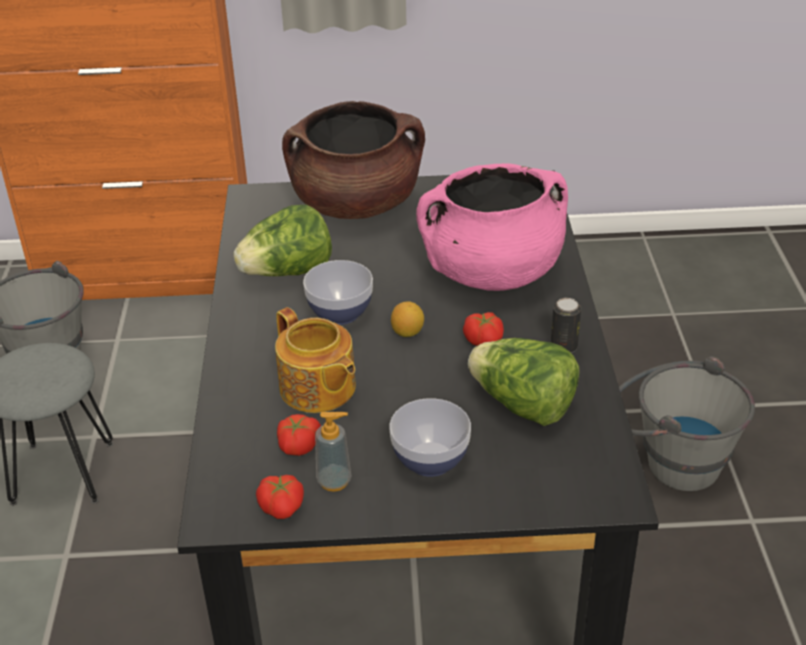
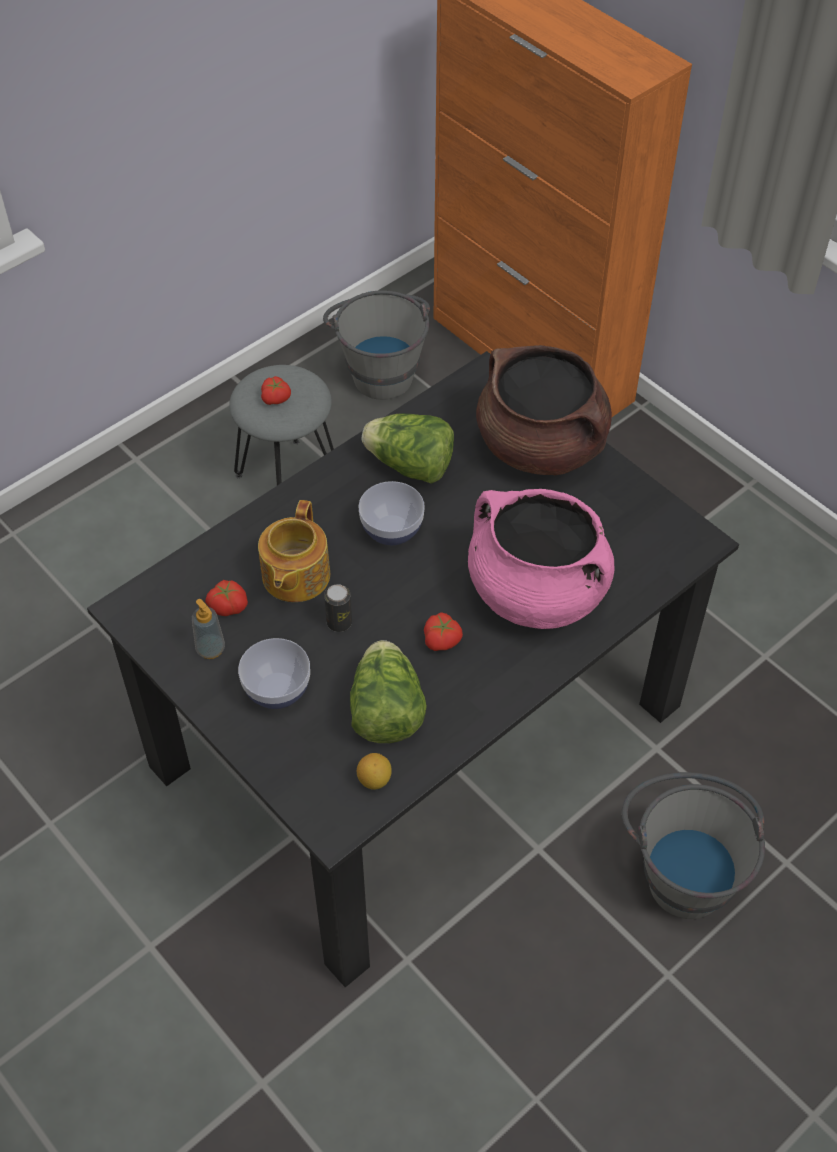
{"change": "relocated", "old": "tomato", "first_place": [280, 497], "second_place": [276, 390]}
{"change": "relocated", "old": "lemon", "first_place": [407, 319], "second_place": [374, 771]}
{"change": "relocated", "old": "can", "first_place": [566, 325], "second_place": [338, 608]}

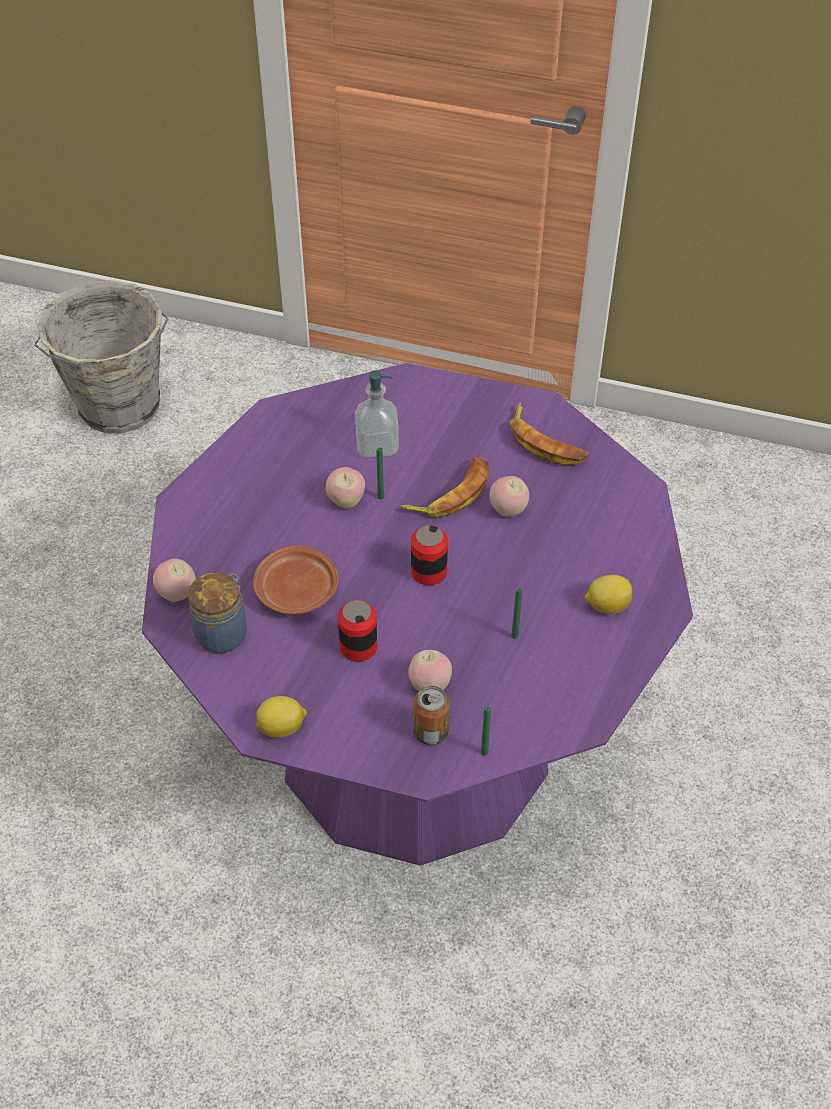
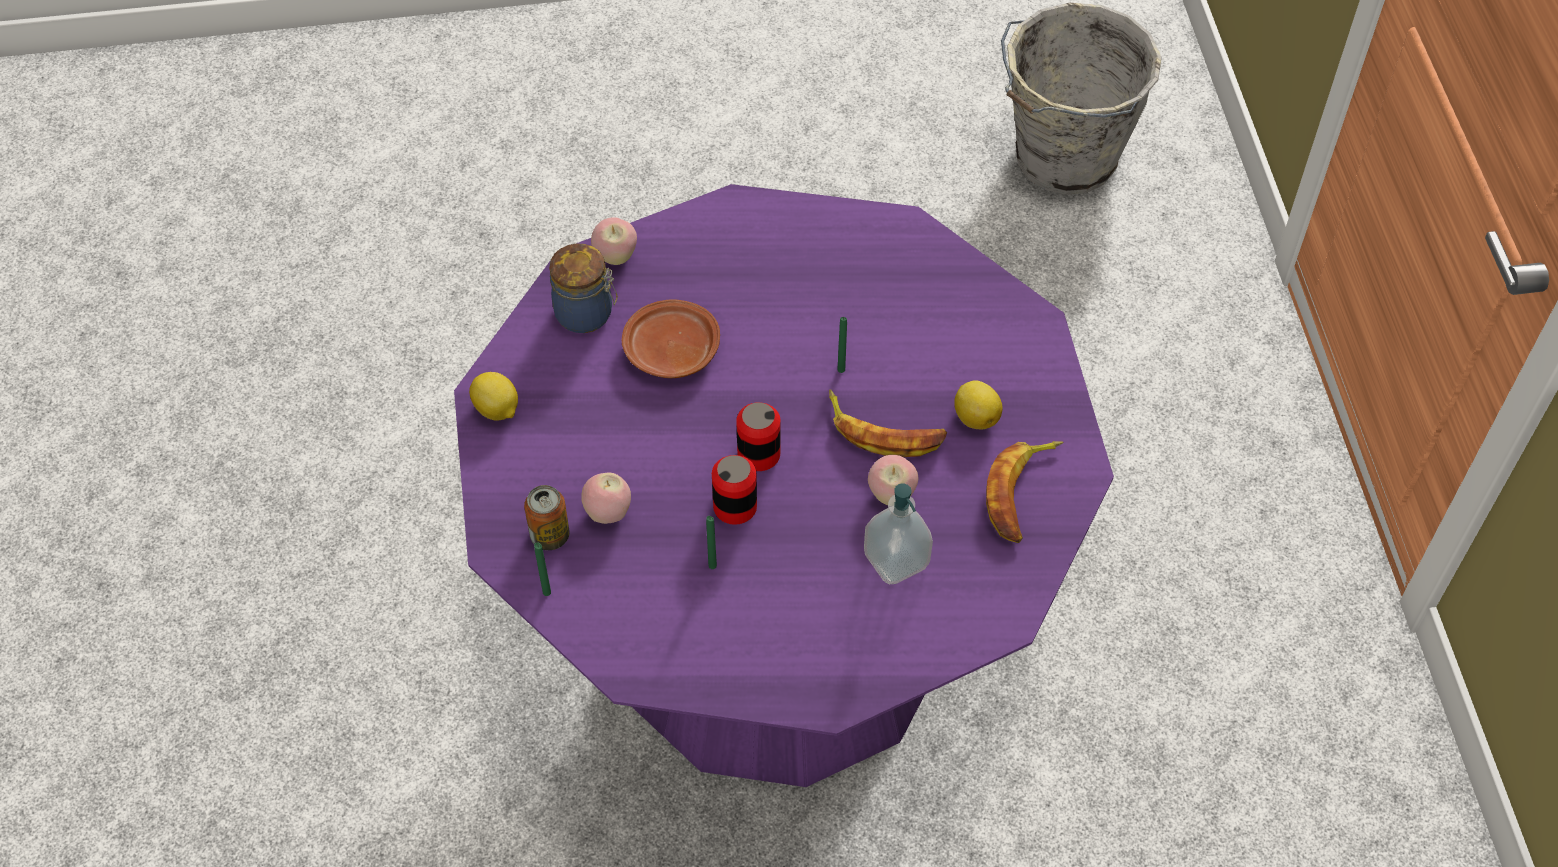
{"change": "missing", "old": "apple", "first_place": [345, 487]}
{"change": "relocated", "old": "can", "first_place": [357, 631], "second_place": [734, 490]}
{"change": "relocated", "old": "soap dispenser", "first_place": [377, 413], "second_place": [898, 533]}
{"change": "relocated", "old": "lemon", "first_place": [608, 594], "second_place": [978, 404]}

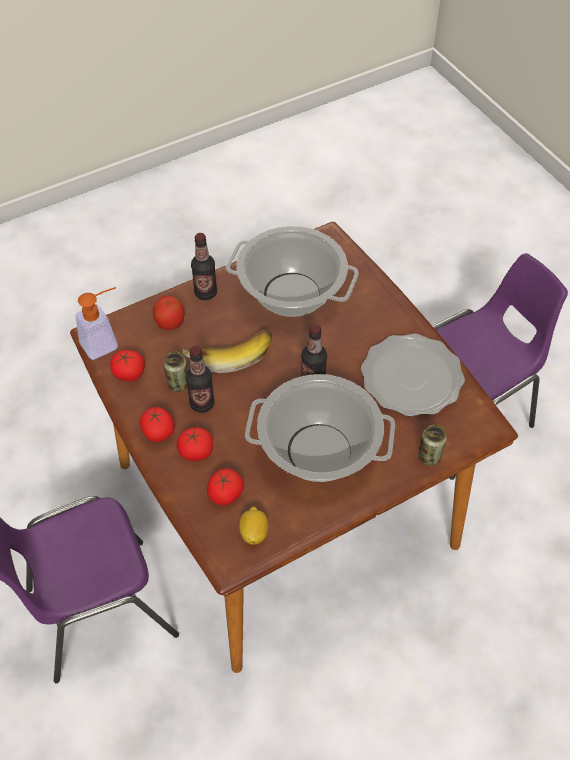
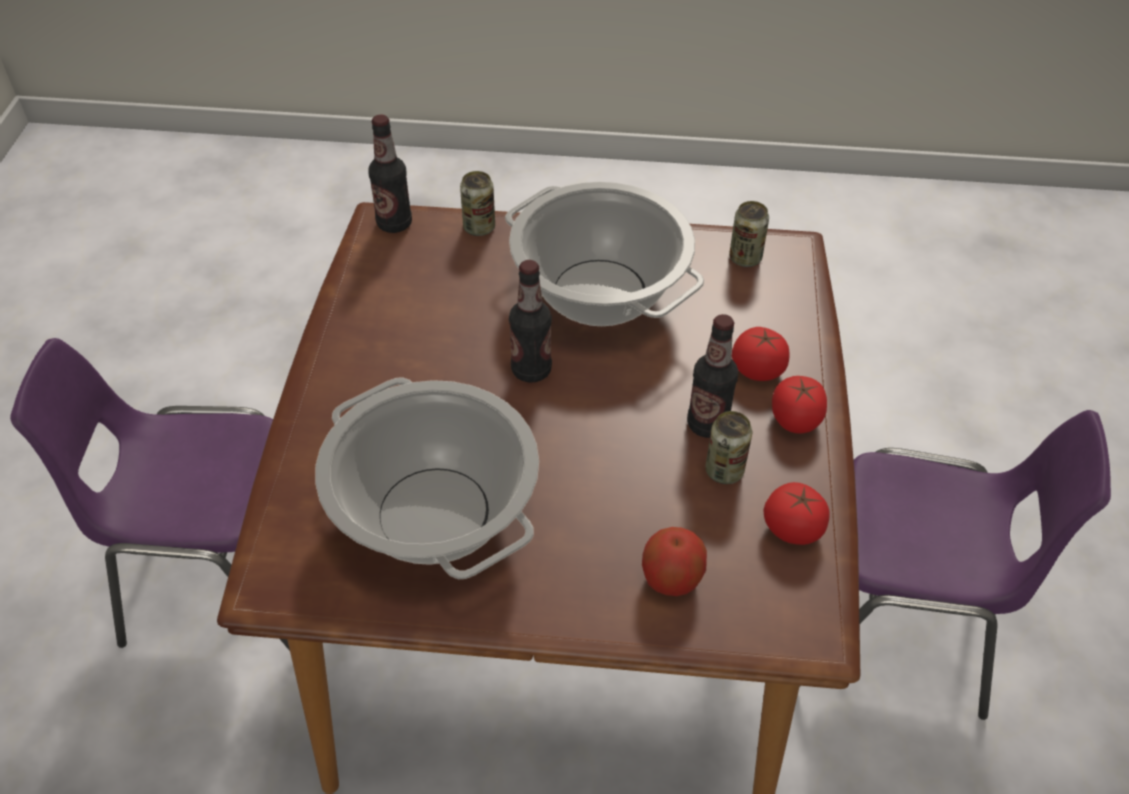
{"change": "missing", "old": "soap dispenser", "first_place": [97, 323]}
{"change": "missing", "old": "banana", "first_place": [227, 351]}
{"change": "missing", "old": "tomato", "first_place": [225, 487]}
{"change": "missing", "old": "plate", "first_place": [413, 375]}
{"change": "relocated", "old": "bottle", "first_place": [204, 266], "second_place": [390, 174]}
{"change": "exchanged", "old": "lemon", "new": "can", "first_place": [253, 526], "second_place": [749, 234]}

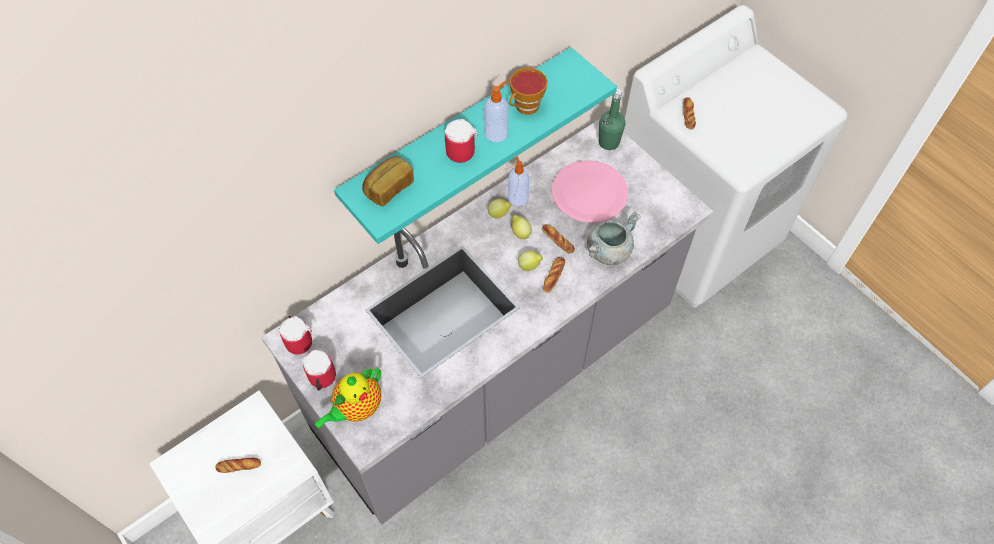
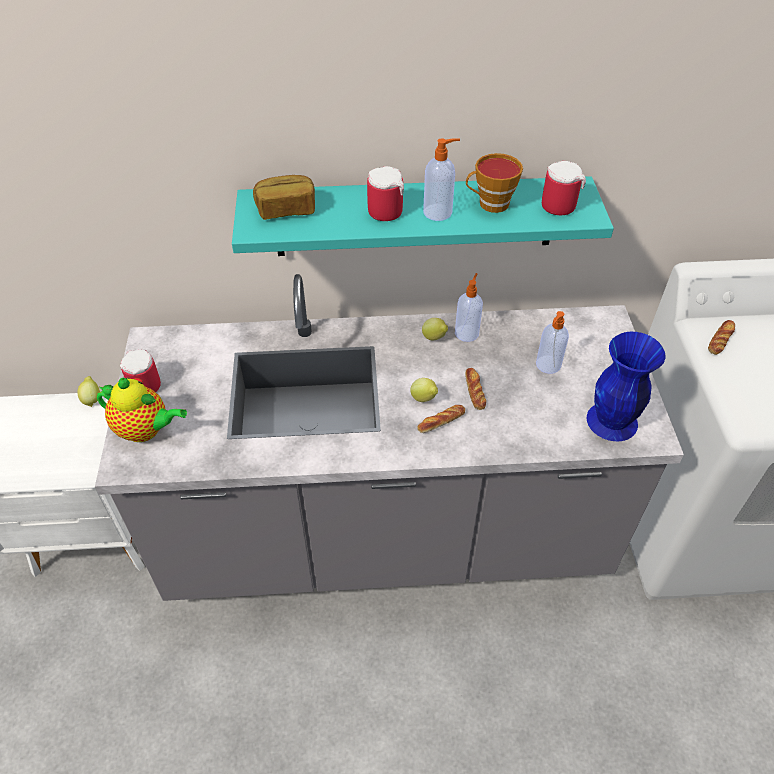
{"change": "missing", "old": "bread", "first_place": [238, 465]}
{"change": "missing", "old": "grey cooking pot", "first_place": [614, 238]}
{"change": "missing", "old": "green bottle", "first_place": [612, 119]}
{"change": "appeared", "new": "blue vase", "second_place": [626, 386]}
{"change": "relocated", "old": "mug", "first_place": [295, 335], "second_place": [564, 188]}
{"change": "relocated", "old": "lemon", "first_place": [522, 226], "second_place": [89, 391]}
{"change": "exchanged", "old": "pink plate", "new": "soap dispenser", "first_place": [590, 191], "second_place": [552, 342]}
{"change": "spun", "old": "teapot", "first_place": [348, 398], "second_place": [142, 409], "degrees": -150}

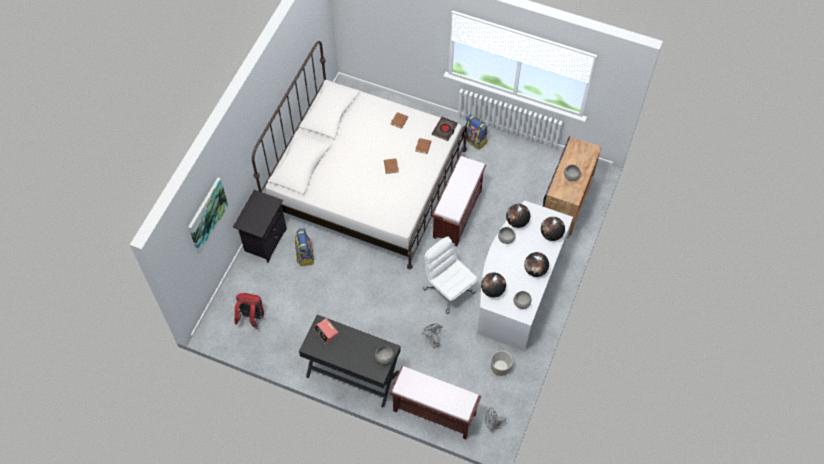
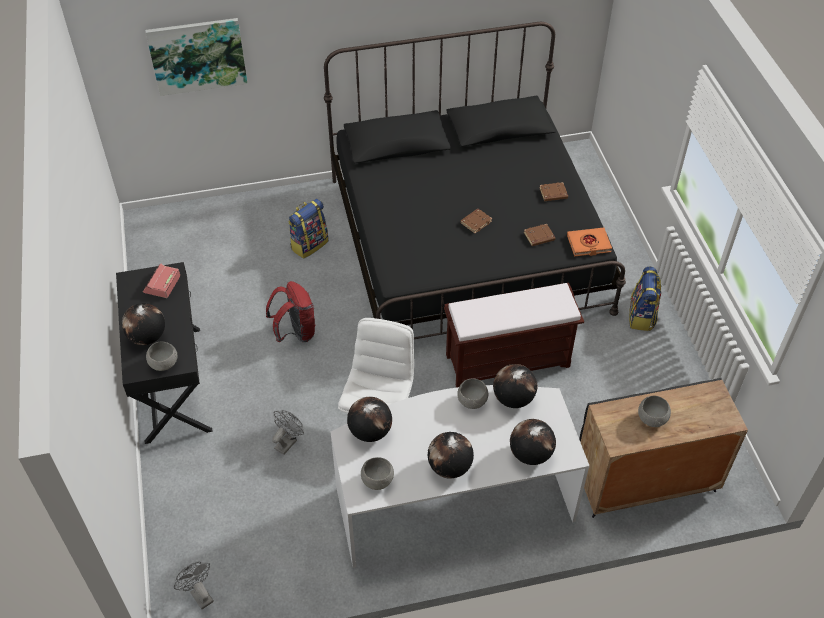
{"change": "missing", "old": "black nightstand", "first_place": [260, 226]}
{"change": "missing", "old": "brown bench", "first_place": [435, 402]}
{"change": "missing", "old": "planter", "first_place": [502, 363]}
{"change": "appeared", "new": "globe", "second_place": [143, 324]}
{"change": "relocated", "old": "red backpack", "first_place": [249, 311], "second_place": [291, 311]}
{"change": "colour", "old": "white bed", "new": "black bed", "first_place": [360, 155], "second_place": [475, 180]}
{"change": "colour", "old": "black book", "new": "orange book", "first_place": [445, 129], "second_place": [589, 242]}

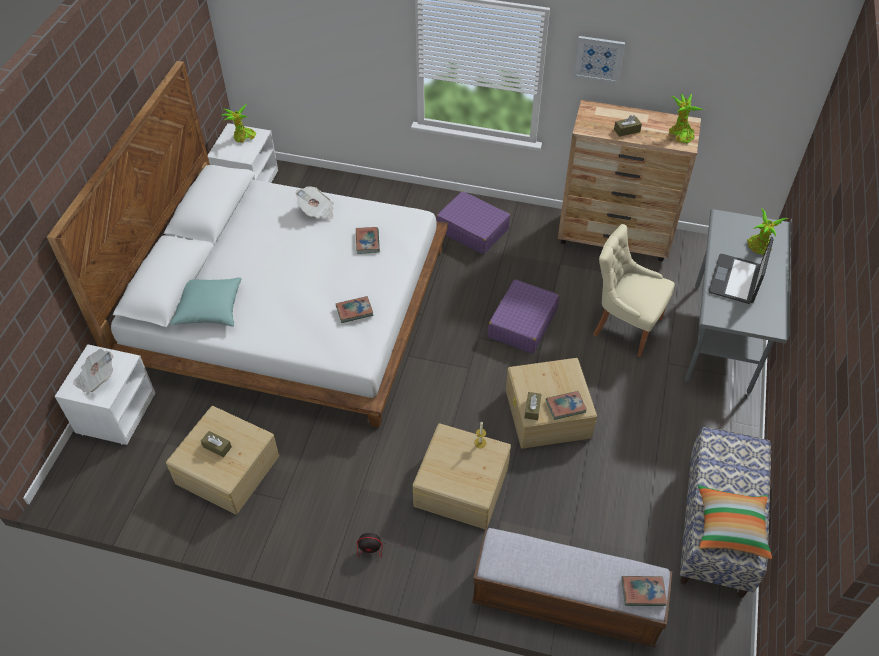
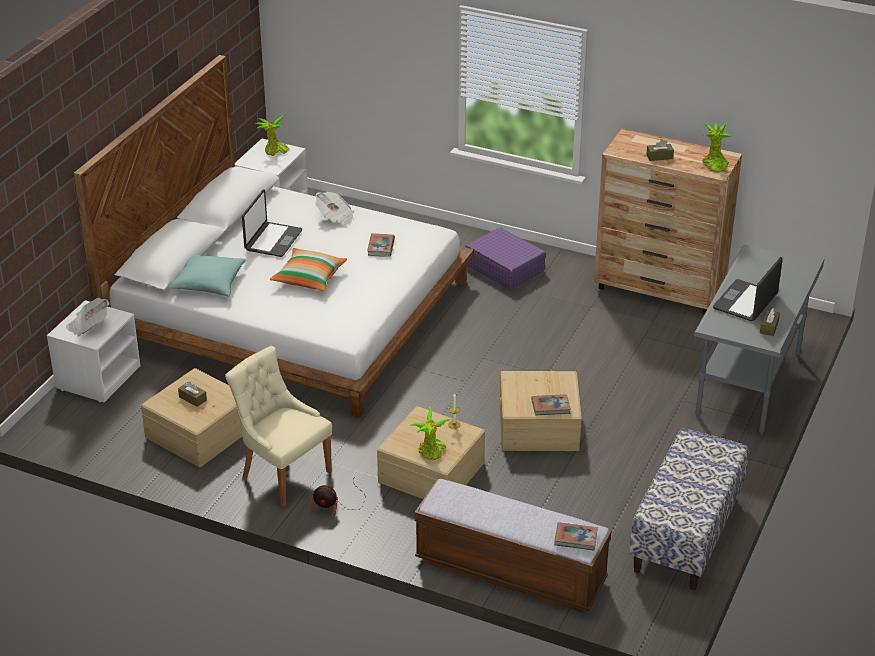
{"change": "missing", "old": "book", "first_place": [355, 309]}
{"change": "missing", "old": "purple suitcase", "first_place": [523, 316]}
{"change": "missing", "old": "picture", "first_place": [599, 59]}
{"change": "appeared", "new": "laptop", "second_place": [272, 223]}
{"change": "relocated", "old": "brown tissue box", "first_place": [533, 406], "second_place": [770, 322]}
{"change": "relocated", "old": "beige chair", "first_place": [634, 290], "second_place": [278, 426]}
{"change": "relocated", "old": "pillow", "first_place": [735, 522], "second_place": [308, 269]}
{"change": "relocated", "old": "potted plant", "first_place": [767, 231], "second_place": [430, 433]}

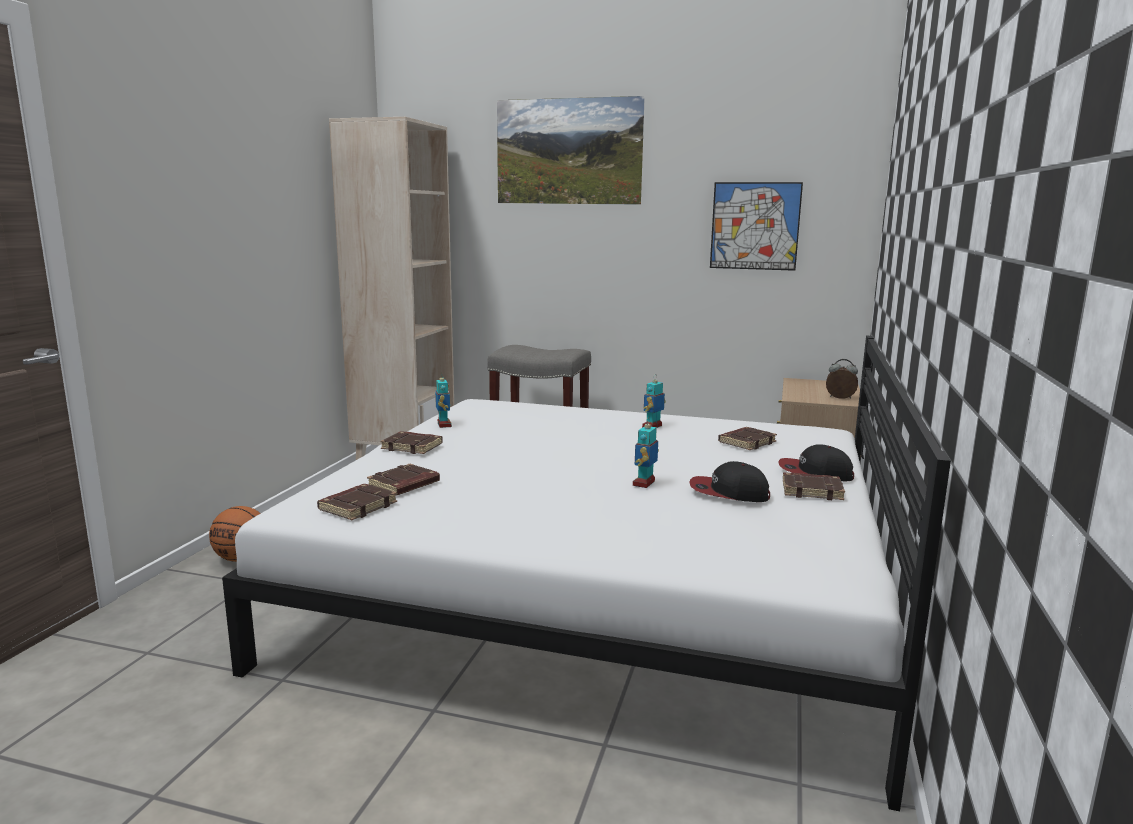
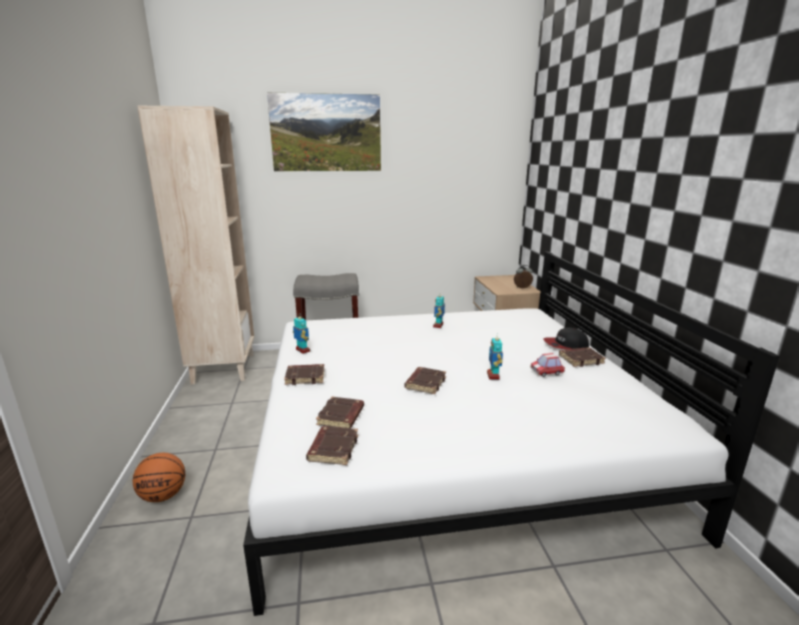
{"change": "missing", "old": "picture", "first_place": [756, 226]}
{"change": "relocated", "old": "brown book", "first_place": [747, 438], "second_place": [425, 380]}
{"change": "exchanged", "old": "cap", "new": "toy car", "first_place": [729, 481], "second_place": [547, 365]}

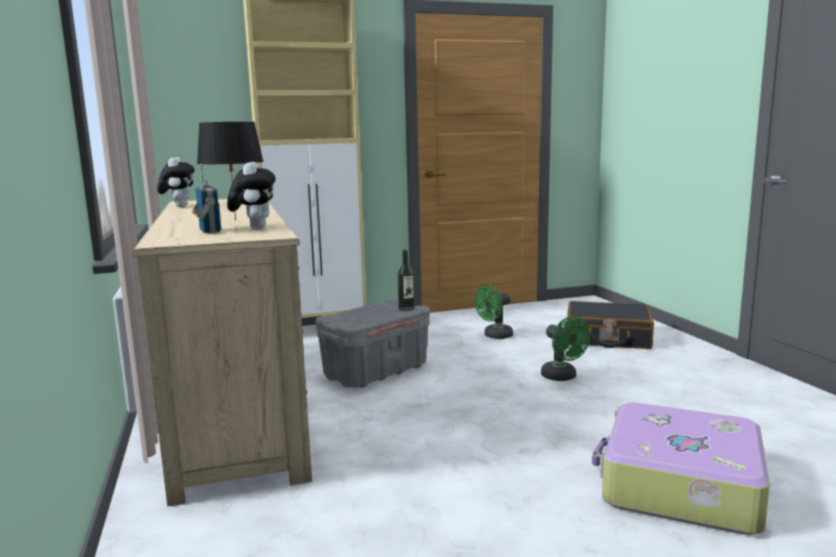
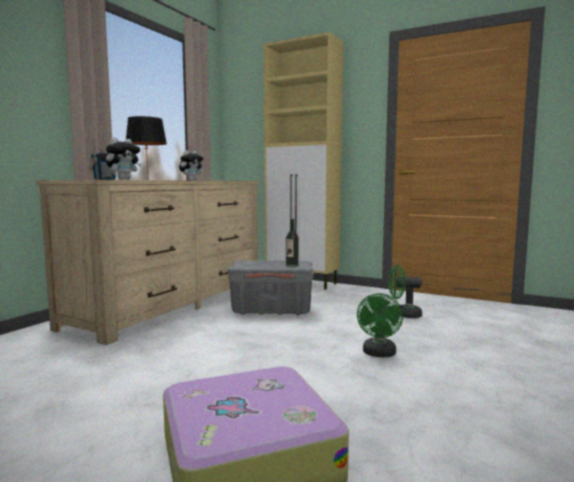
{"change": "missing", "old": "black suitcase", "first_place": [611, 325]}

